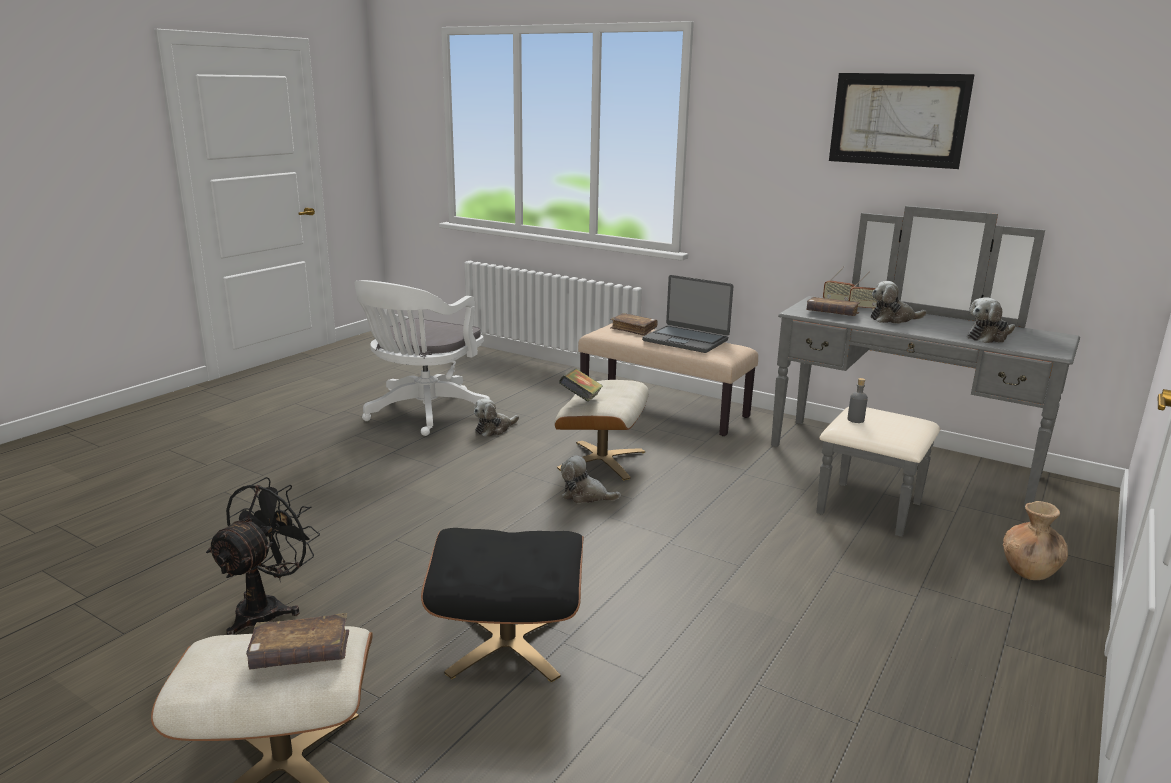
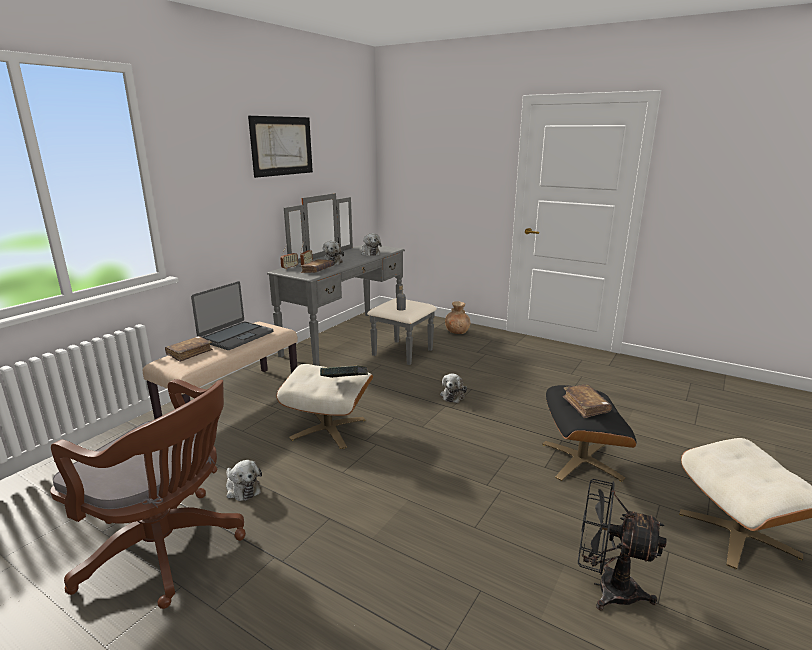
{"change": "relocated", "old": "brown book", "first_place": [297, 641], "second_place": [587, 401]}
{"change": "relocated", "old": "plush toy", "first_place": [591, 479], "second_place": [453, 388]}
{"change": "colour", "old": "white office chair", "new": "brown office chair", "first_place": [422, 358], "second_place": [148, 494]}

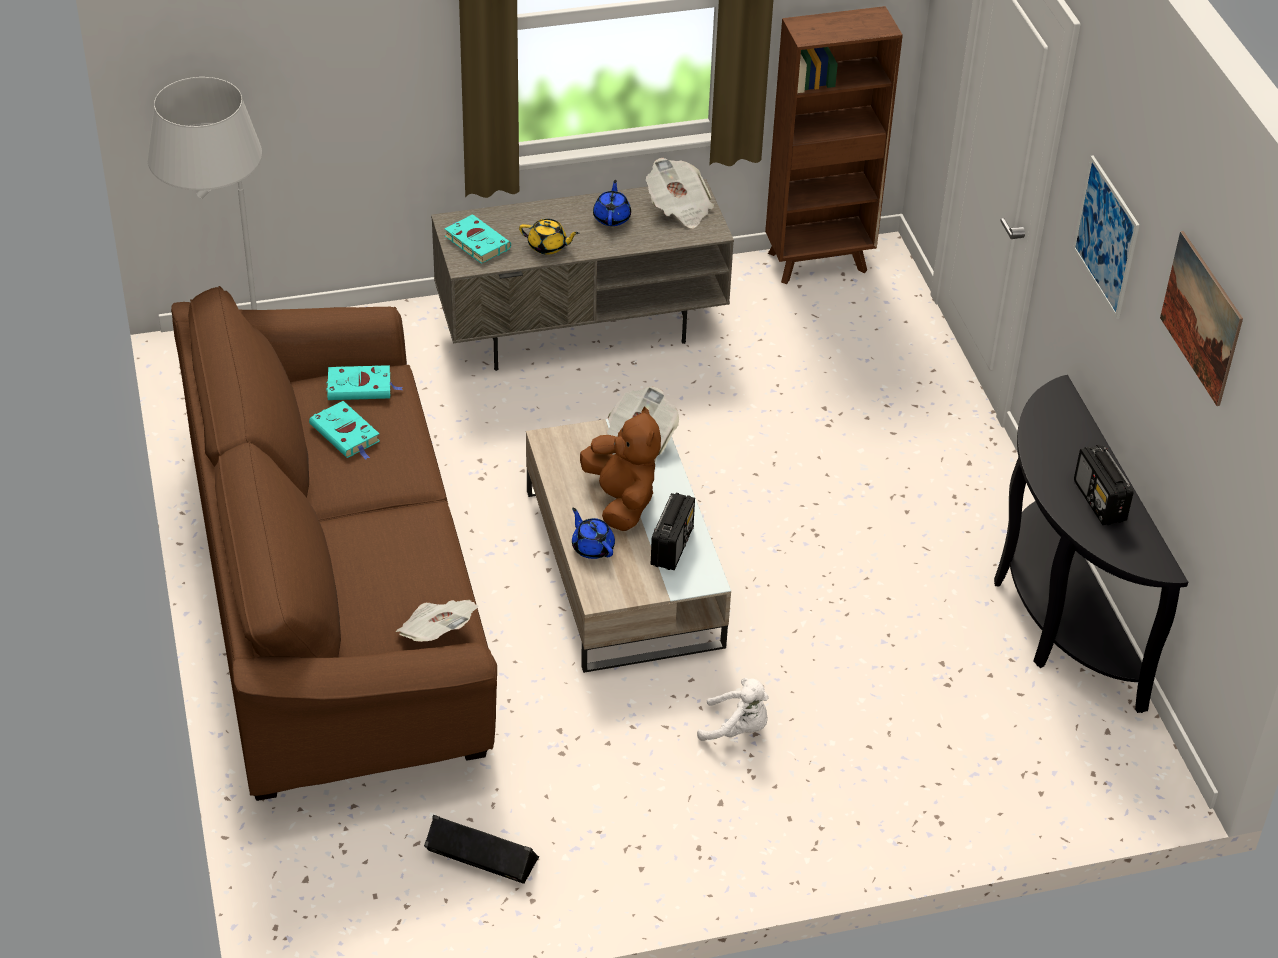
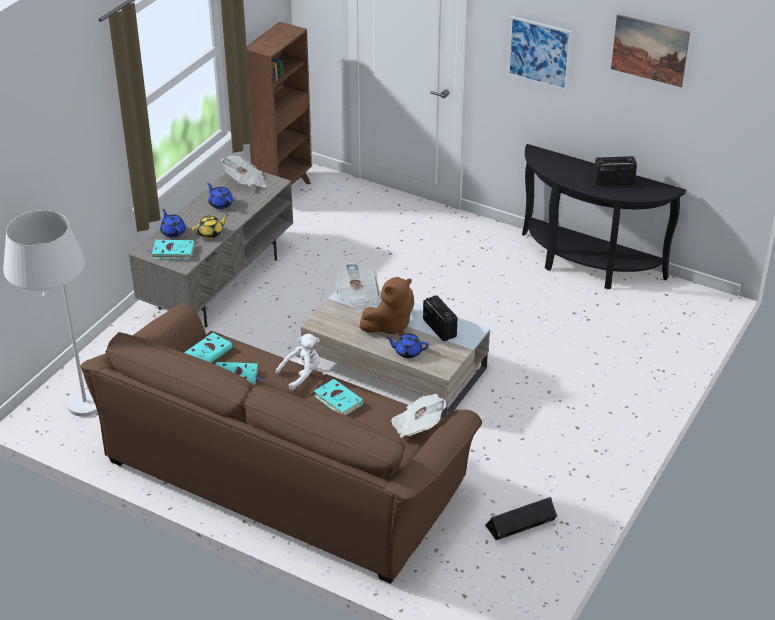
{"change": "appeared", "new": "blue teapot", "second_place": [173, 223]}
{"change": "appeared", "new": "turquoise book", "second_place": [339, 397]}
{"change": "relocated", "old": "white plush toy", "first_place": [733, 709], "second_place": [298, 362]}
{"change": "spun", "old": "brown plush toy", "first_place": [620, 468], "second_place": [387, 306], "degrees": 120}
{"change": "spun", "old": "radio", "first_place": [1104, 485], "second_place": [615, 171], "degrees": 150}

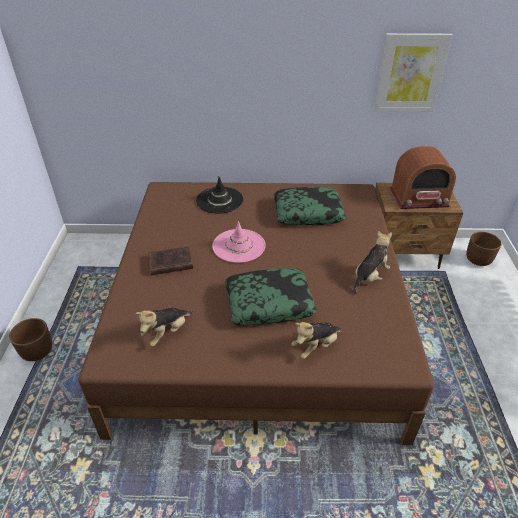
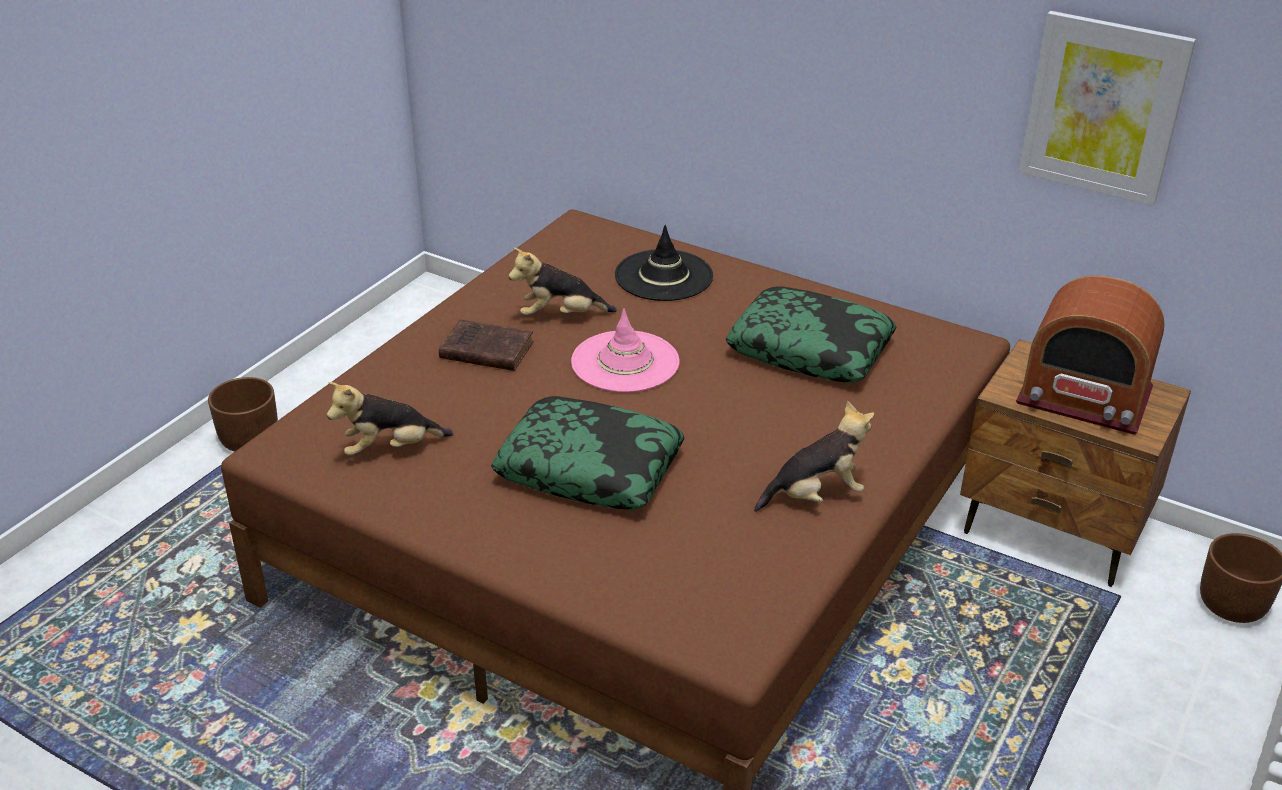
{"change": "relocated", "old": "plush toy", "first_place": [317, 340], "second_place": [562, 281]}

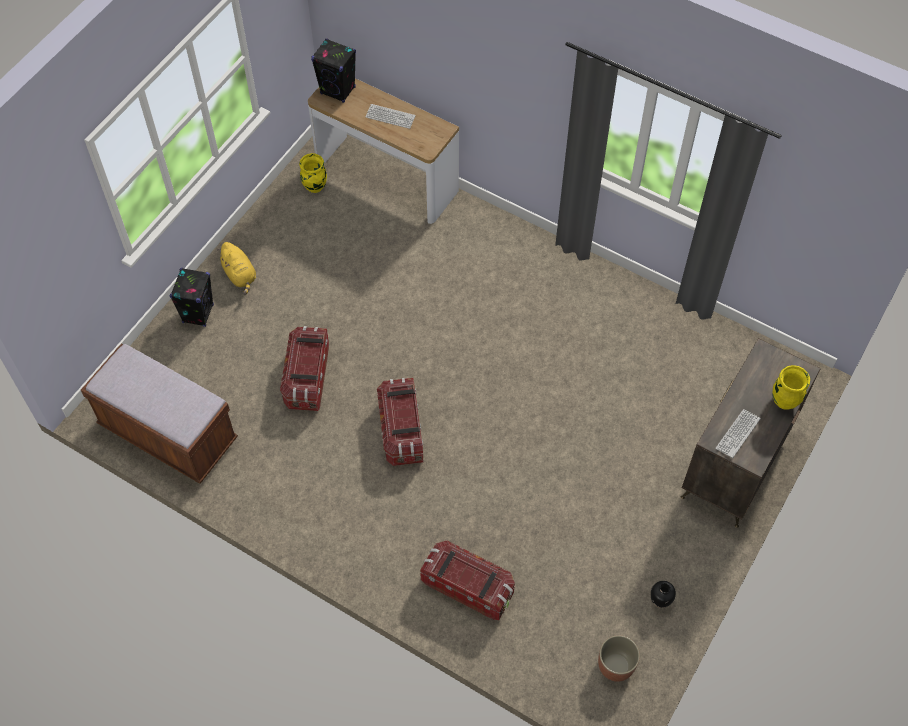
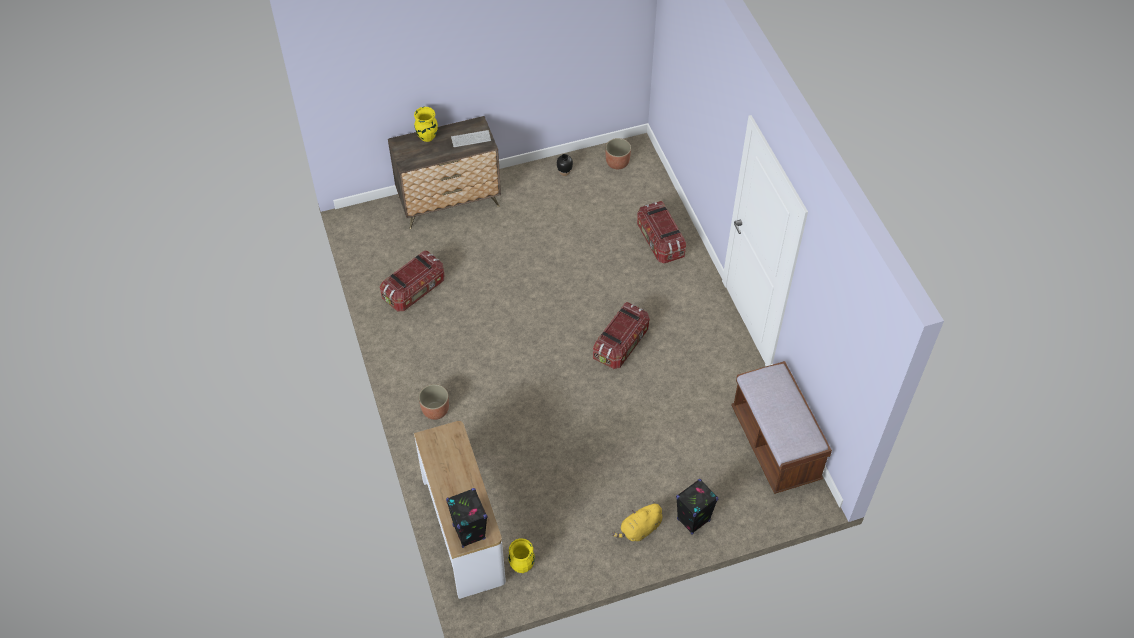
{"change": "missing", "old": "keyboard", "first_place": [391, 116]}
{"change": "appeared", "new": "planter", "second_place": [434, 402]}
{"change": "relocated", "old": "storage box", "first_place": [304, 368], "second_place": [412, 281]}
{"change": "spun", "old": "yellow plush toy", "first_place": [236, 268], "second_place": [637, 521], "degrees": -135}

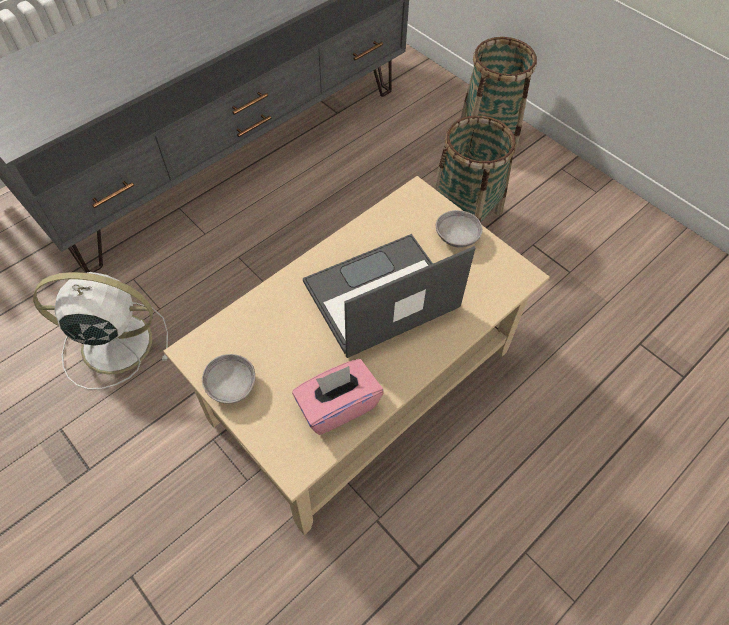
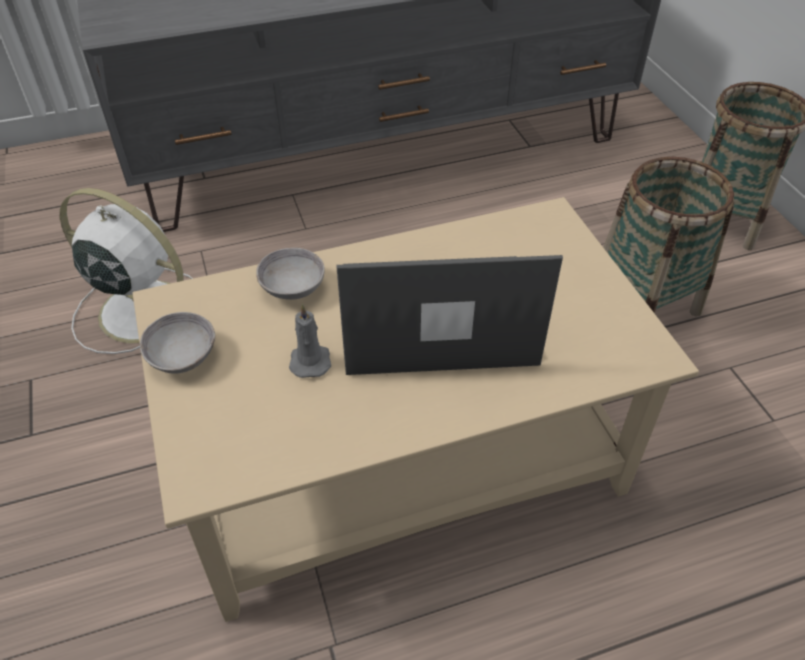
{"change": "missing", "old": "pink tissue box", "first_place": [338, 397]}
{"change": "appeared", "new": "grey candle", "second_place": [310, 341]}
{"change": "relocated", "old": "grey bowl", "first_place": [459, 229], "second_place": [290, 274]}

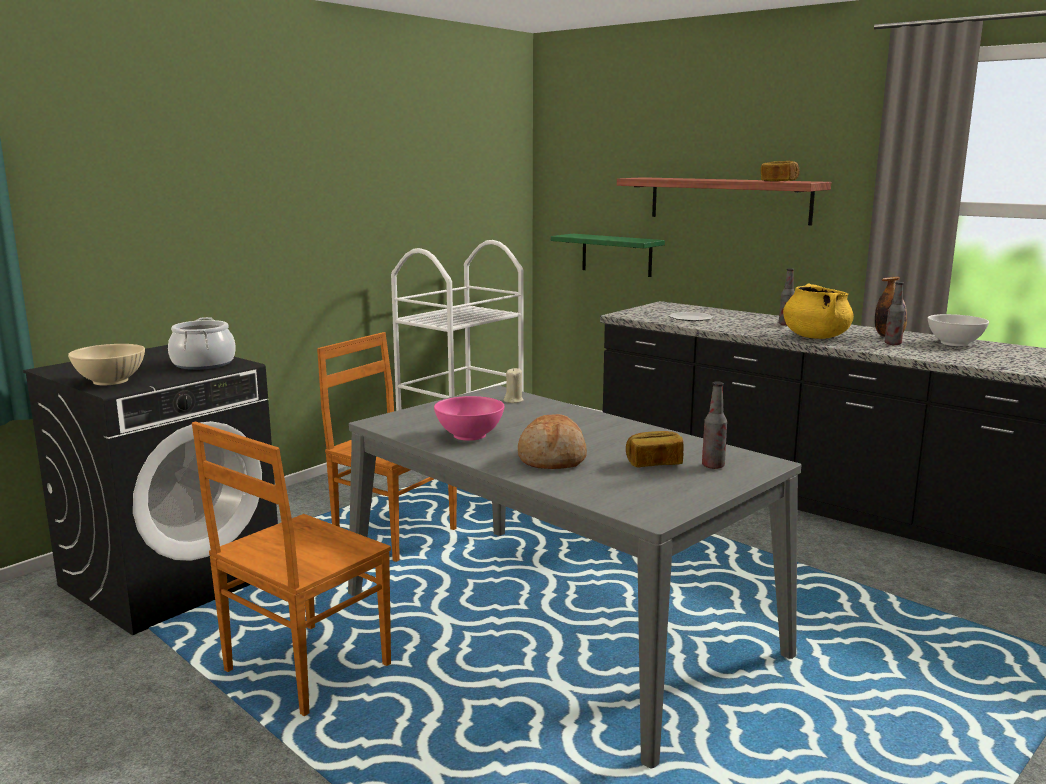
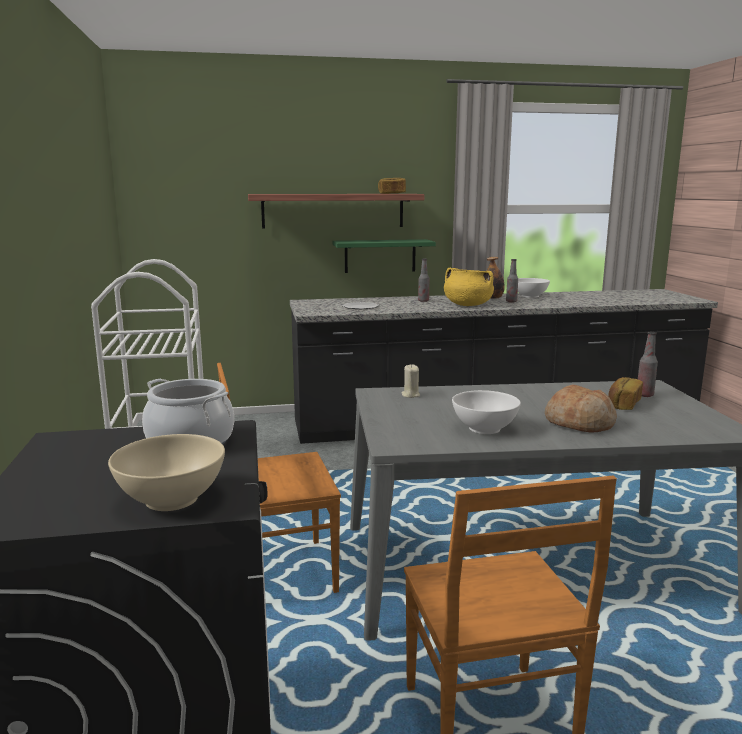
{"change": "relocated", "old": "green shelf", "first_place": [608, 255], "second_place": [384, 256]}
{"change": "colour", "old": "pink bowl", "new": "white bowl", "first_place": [469, 418], "second_place": [486, 412]}

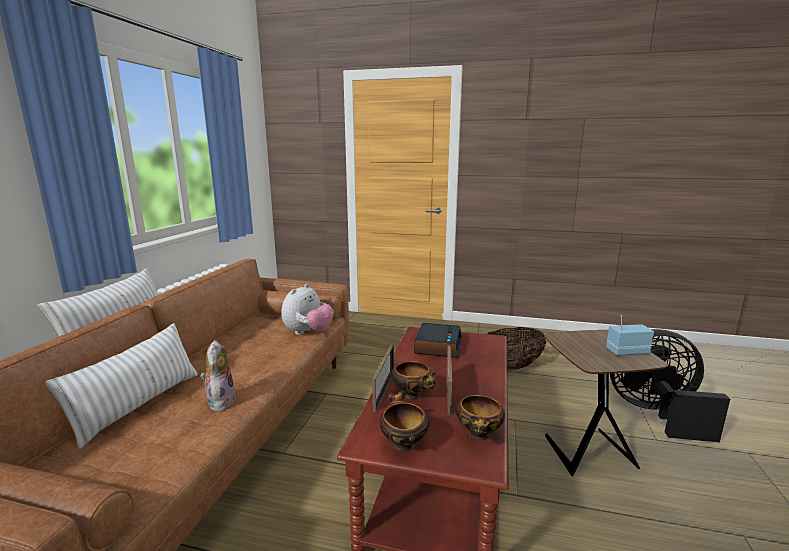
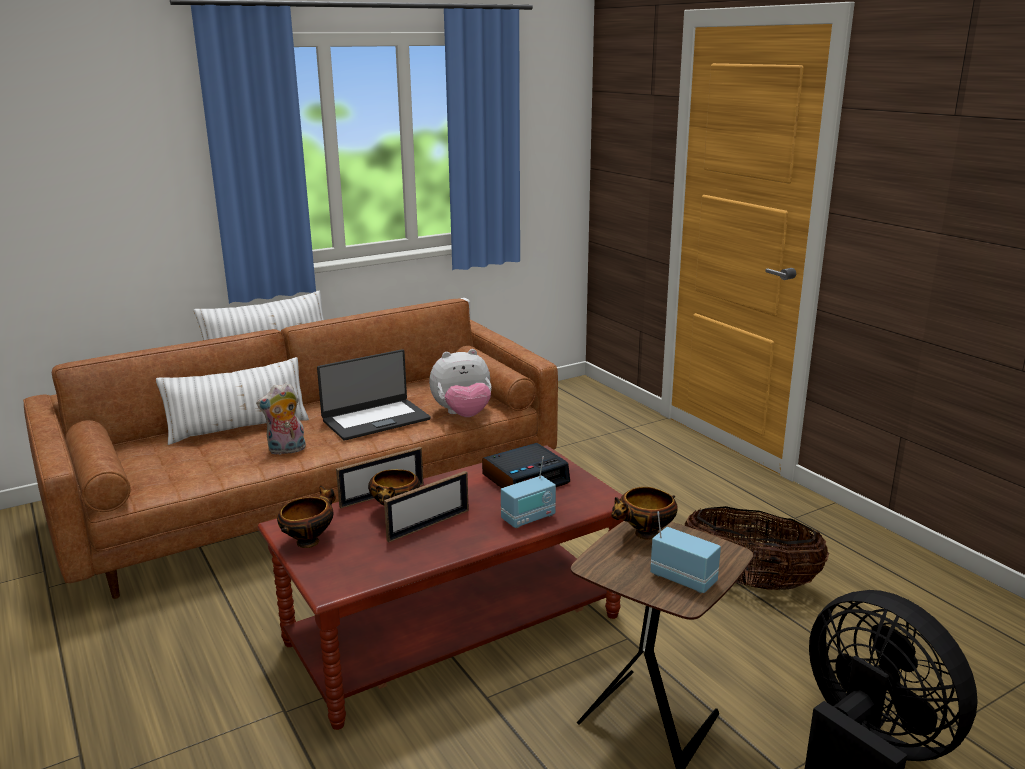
{"change": "appeared", "new": "laptop", "second_place": [374, 394]}
{"change": "appeared", "new": "radio", "second_place": [528, 492]}
{"change": "relocated", "old": "bowl", "first_place": [480, 418], "second_place": [644, 513]}
{"change": "spun", "old": "plush toy", "first_place": [218, 376], "second_place": [281, 418], "degrees": -150}

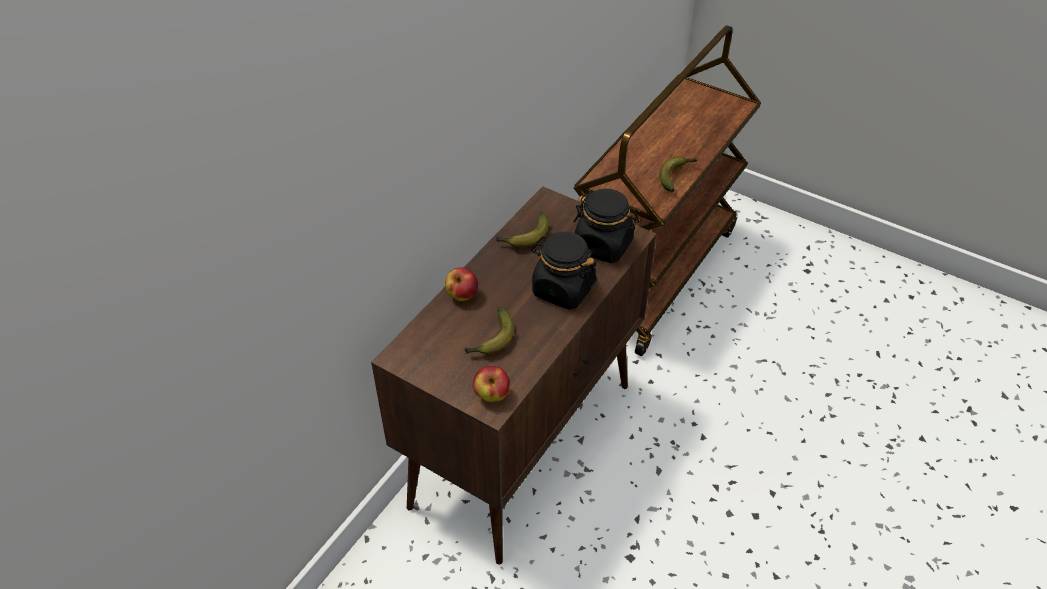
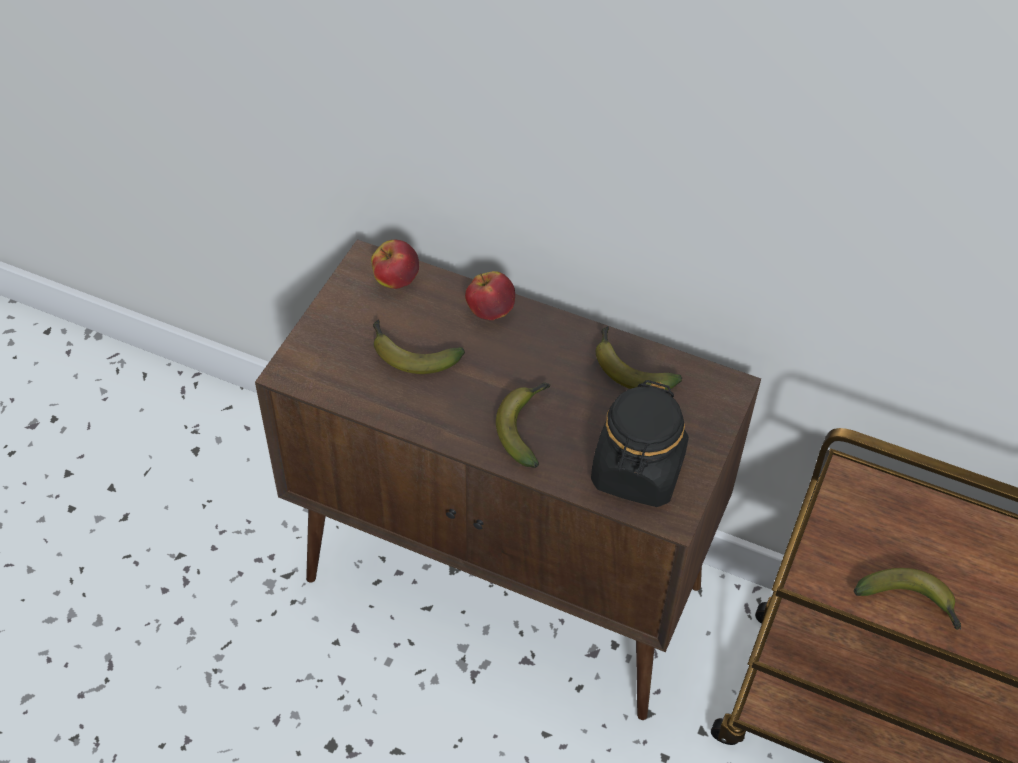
{"change": "relocated", "old": "apple", "first_place": [491, 384], "second_place": [395, 264]}
{"change": "exchanged", "old": "black jar", "new": "banana", "first_place": [564, 271], "second_place": [523, 425]}

